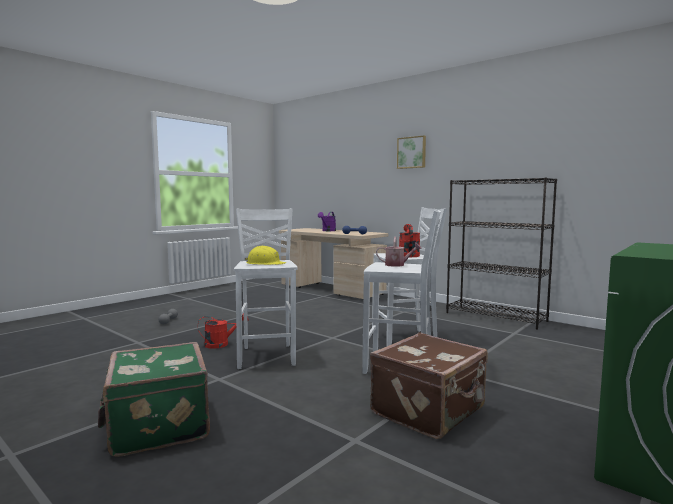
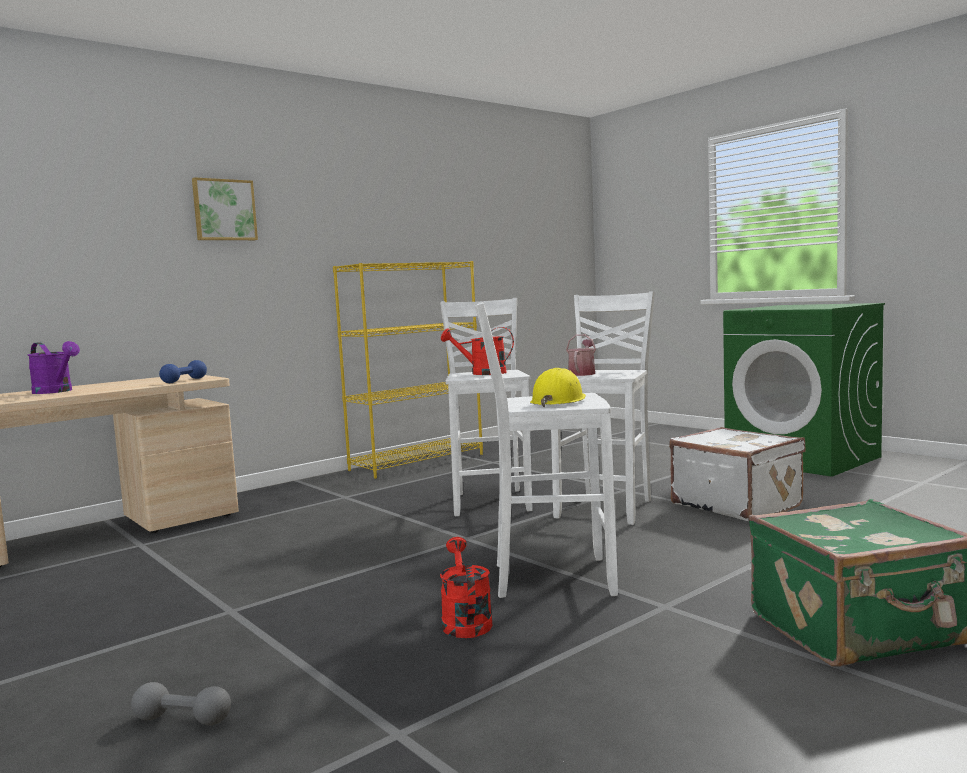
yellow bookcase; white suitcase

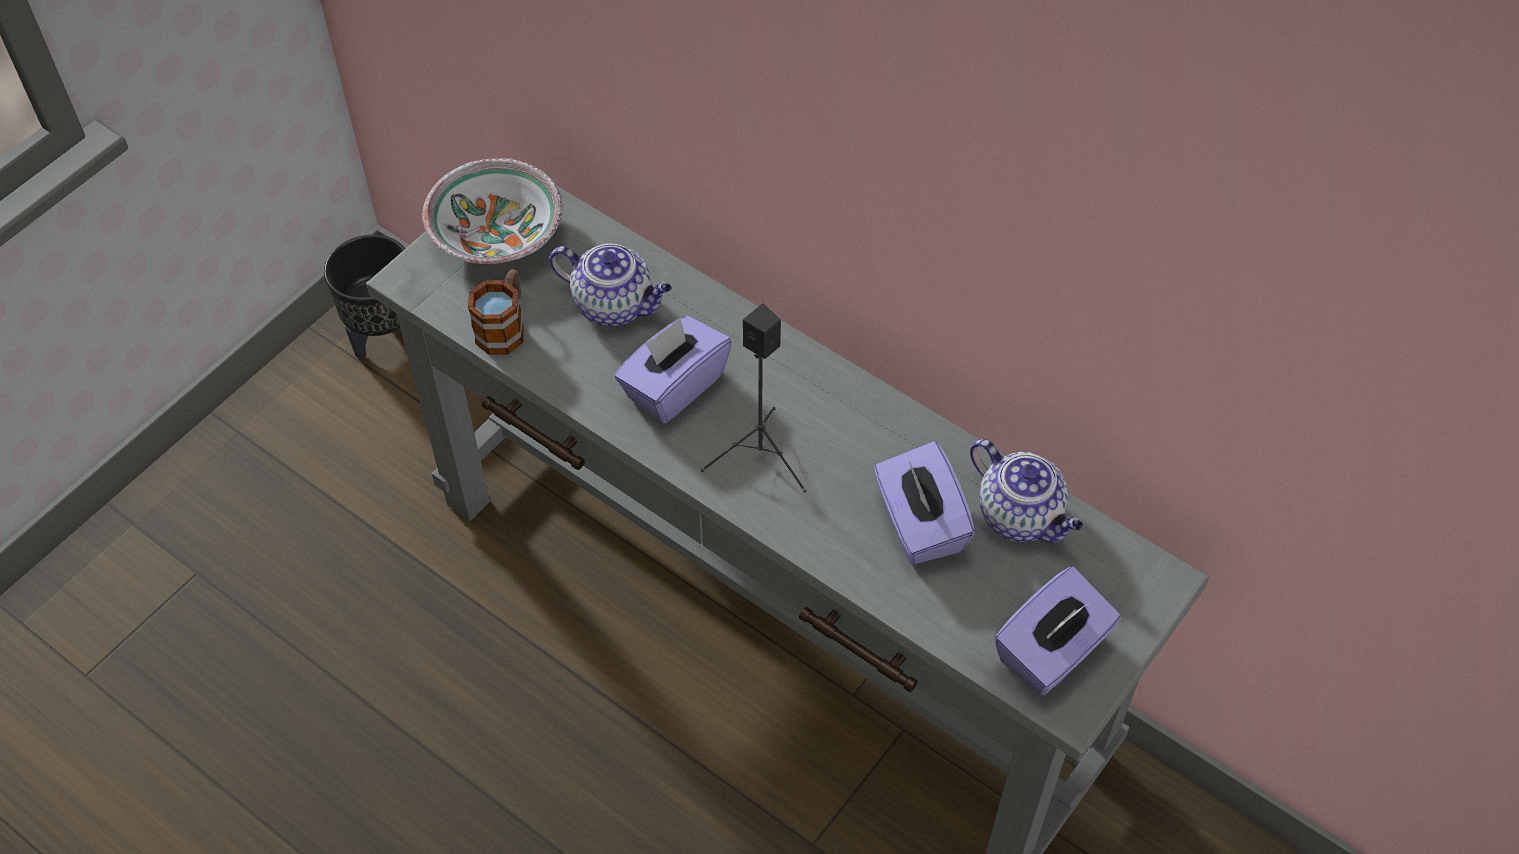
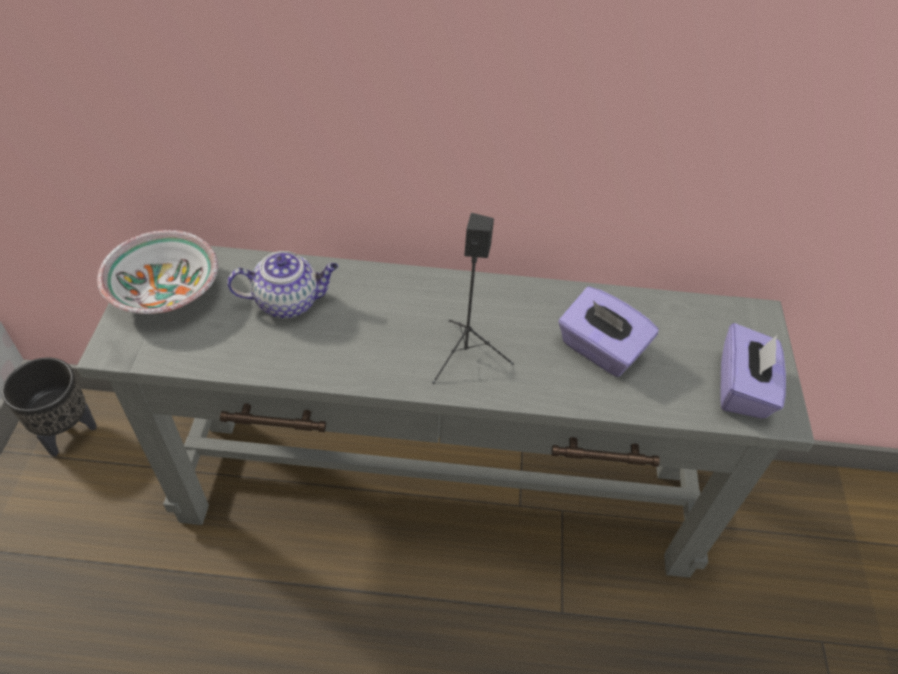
mug; purple tissue box (1st from left in the first image); teapot (2nd from left in the first image)

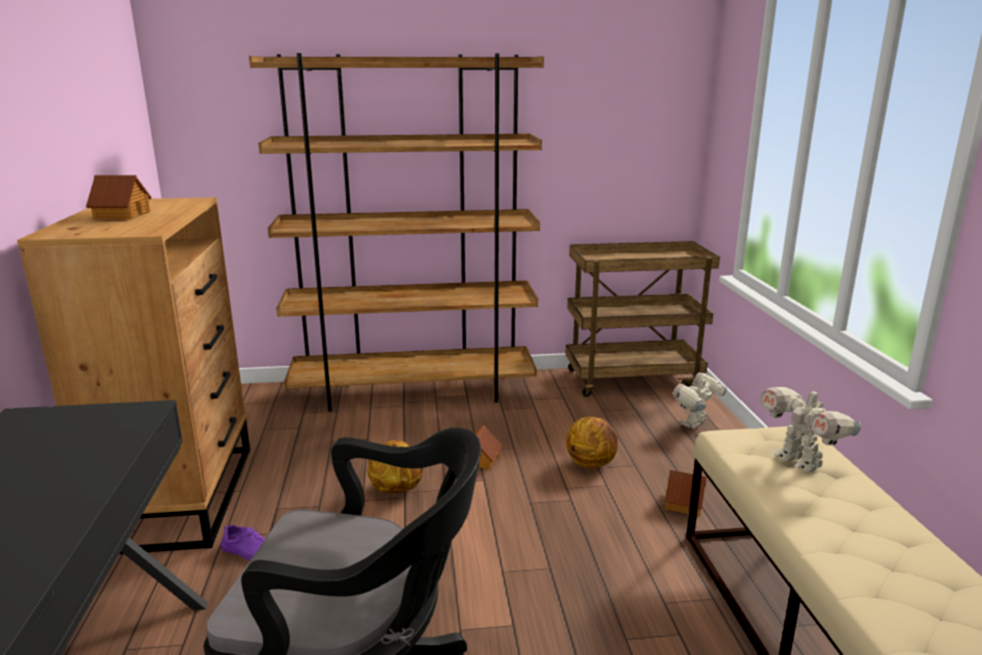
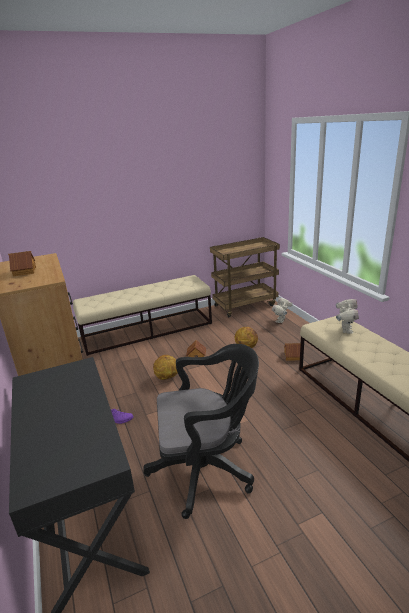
beige bench (1st from left); toy robot (2nd from left)

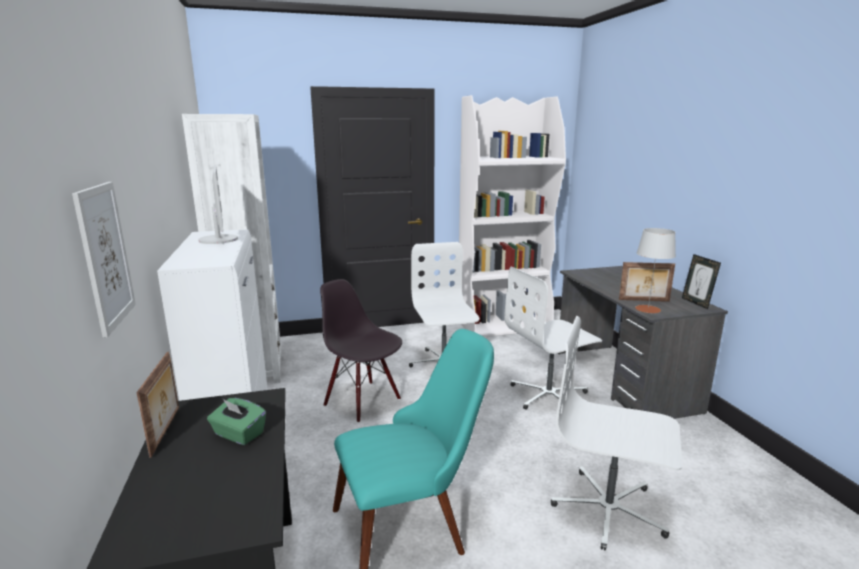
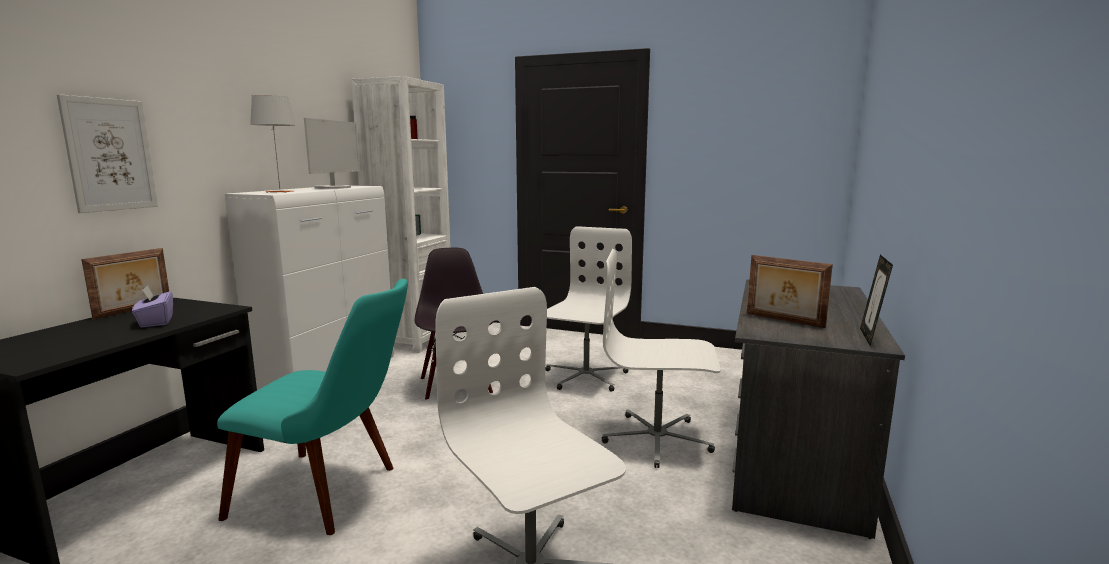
purple tissue box; grey table lamp; white bookcase (2nd from left in the first image)

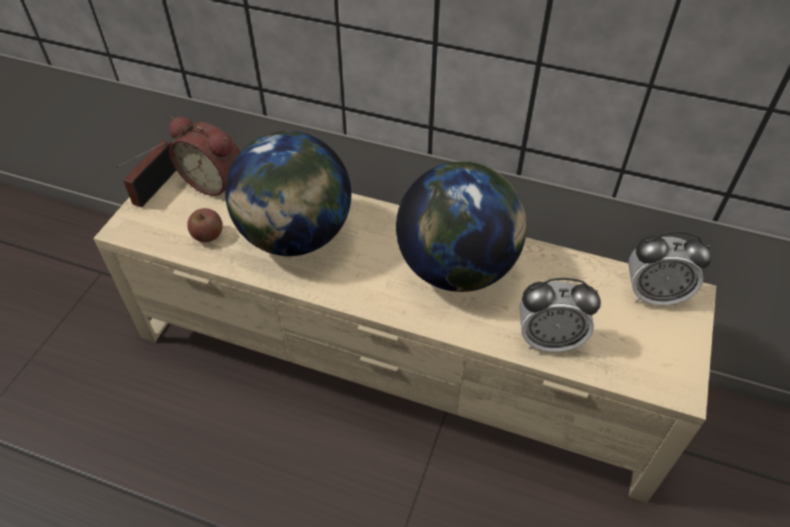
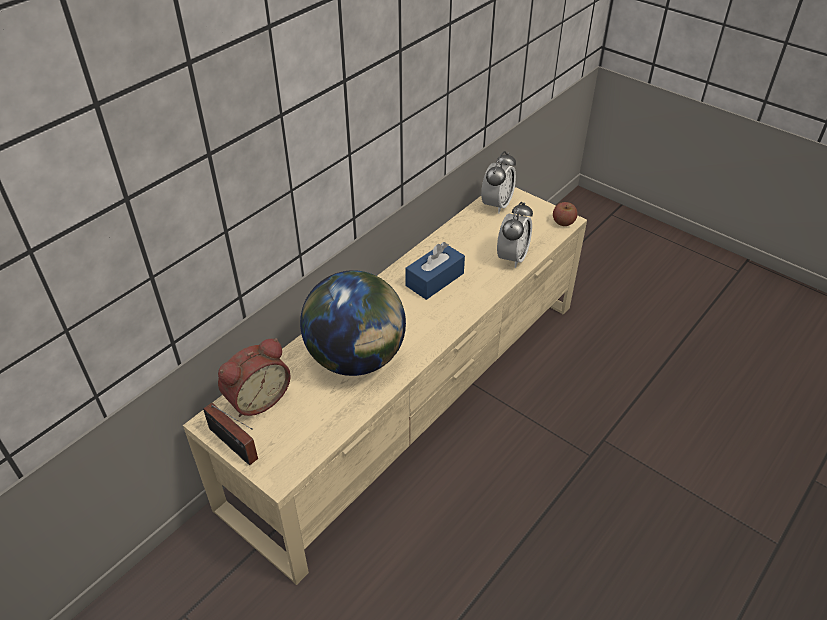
blue tissue box; apple

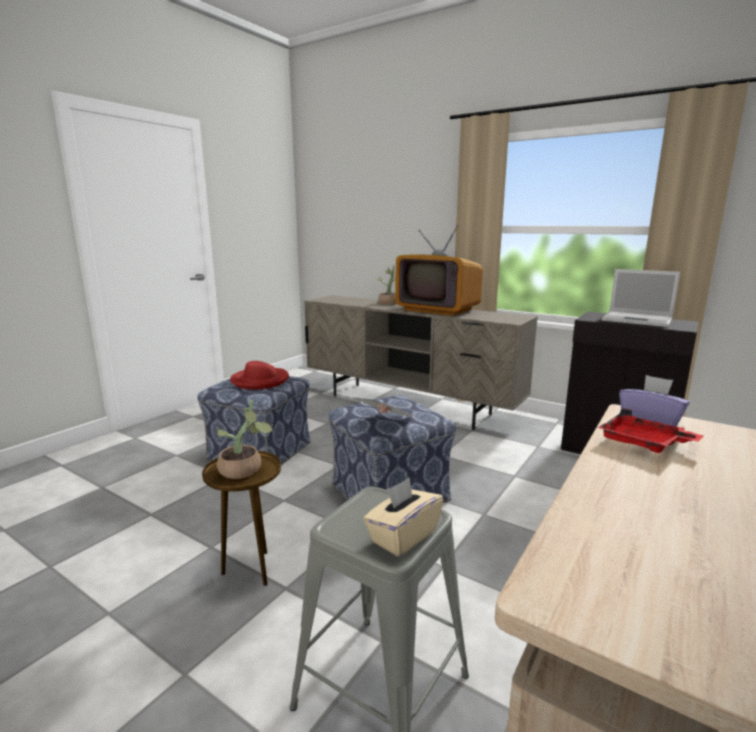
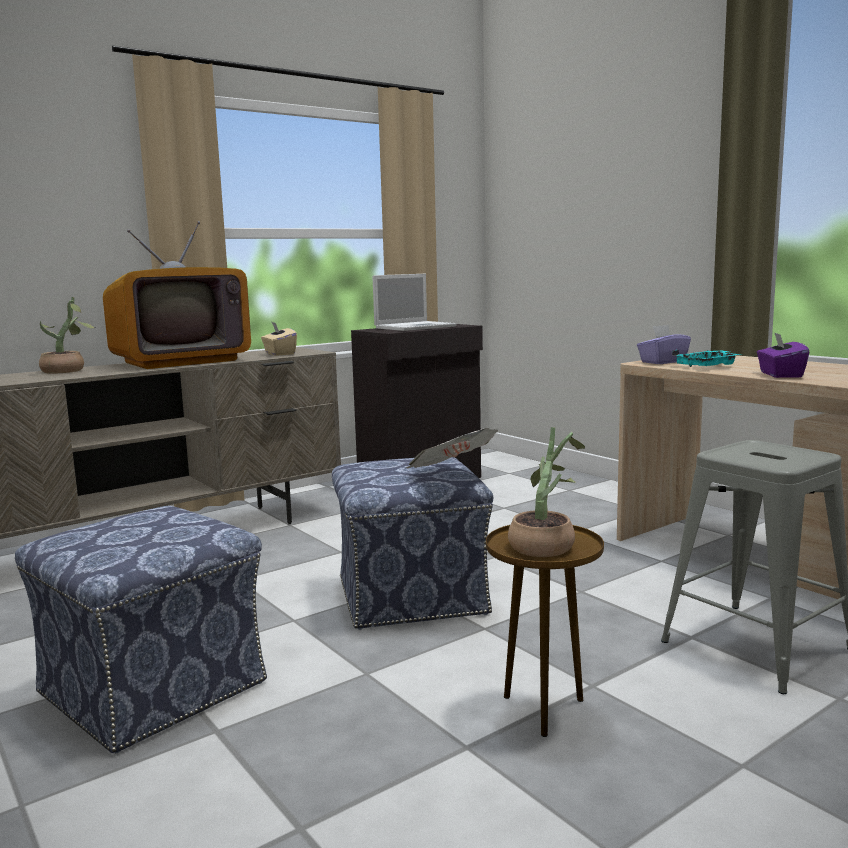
beige tissue box; turquoise tray; purple tissue box (2nd from left); red hat

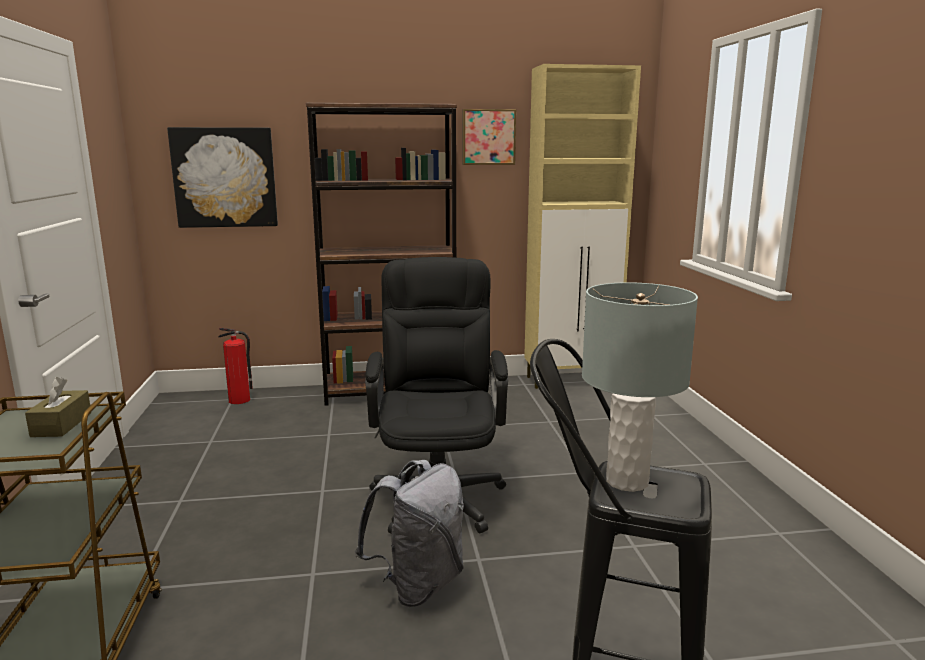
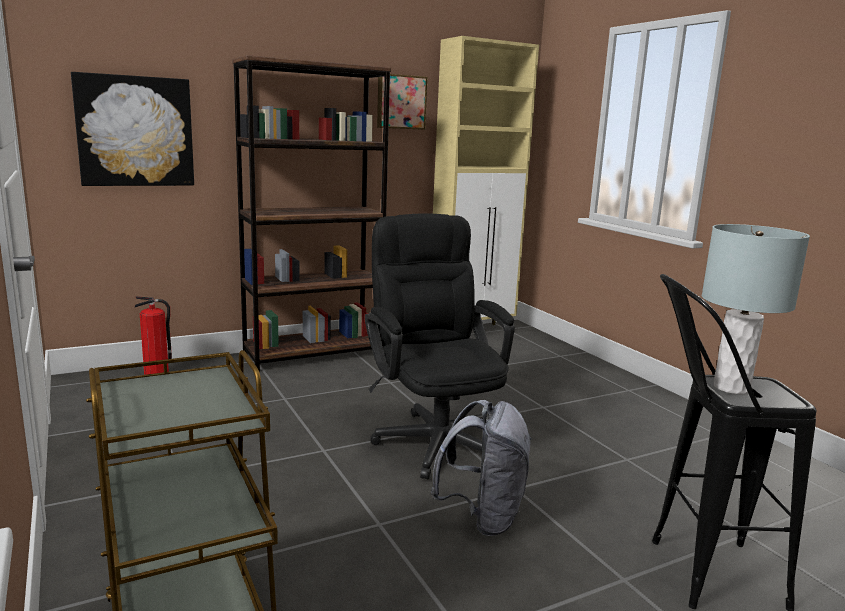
brown tissue box

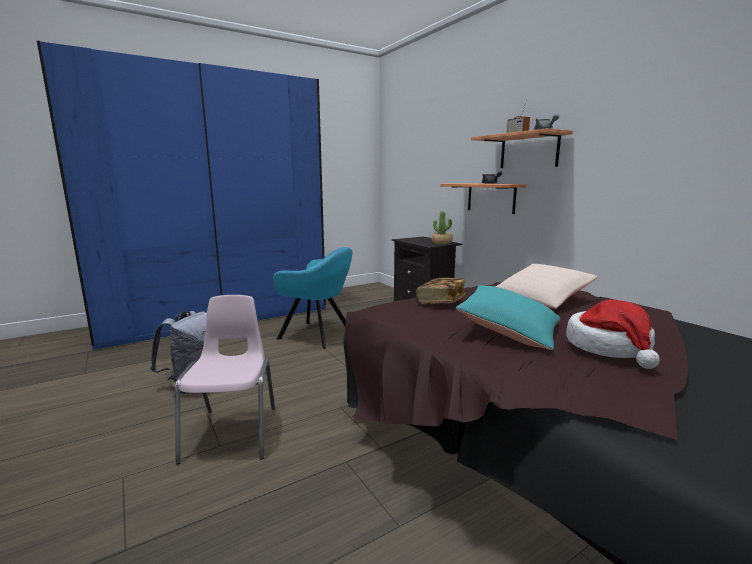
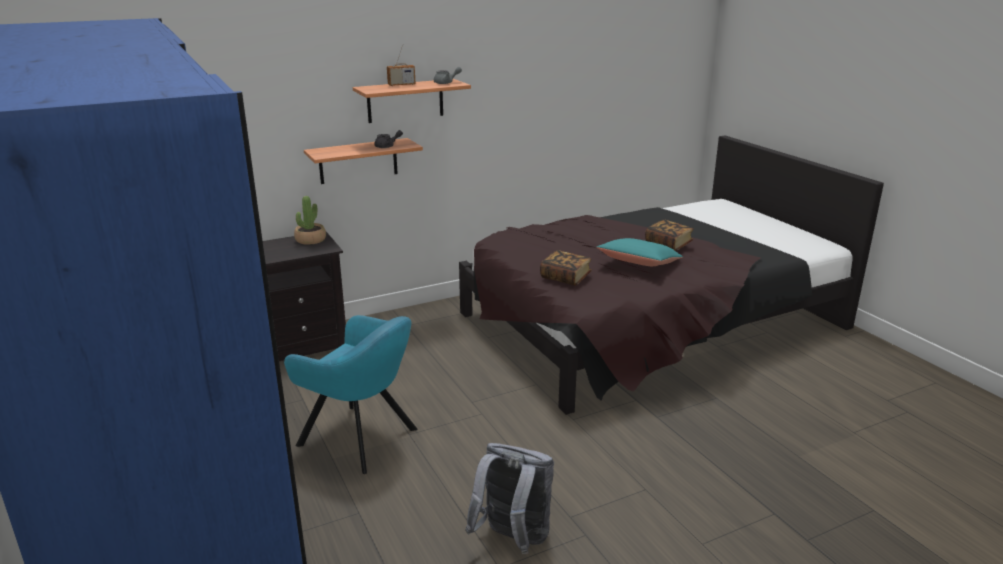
turquoise armchair; book (2nd from left); pink chair; beige pillow

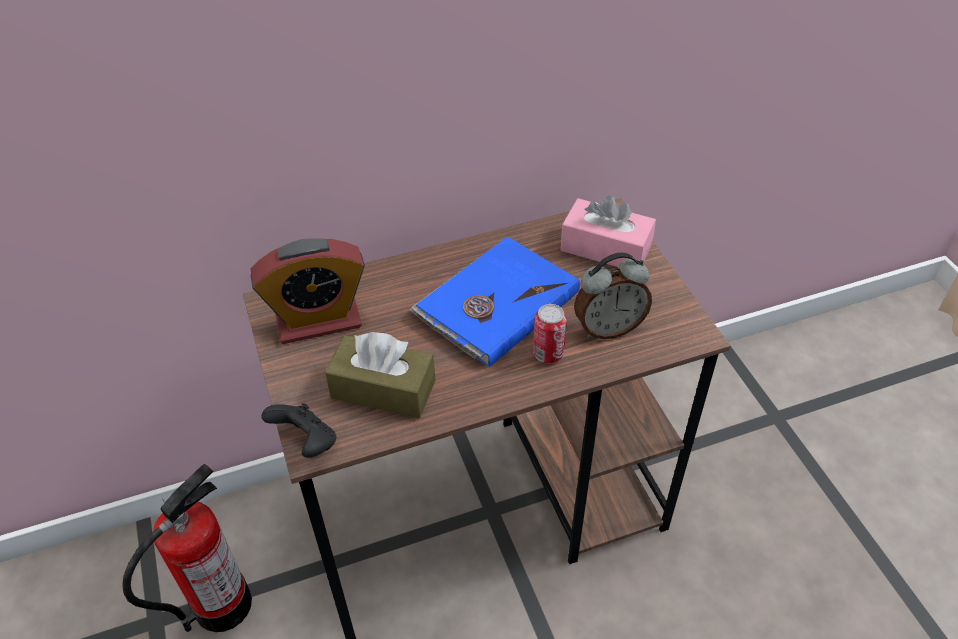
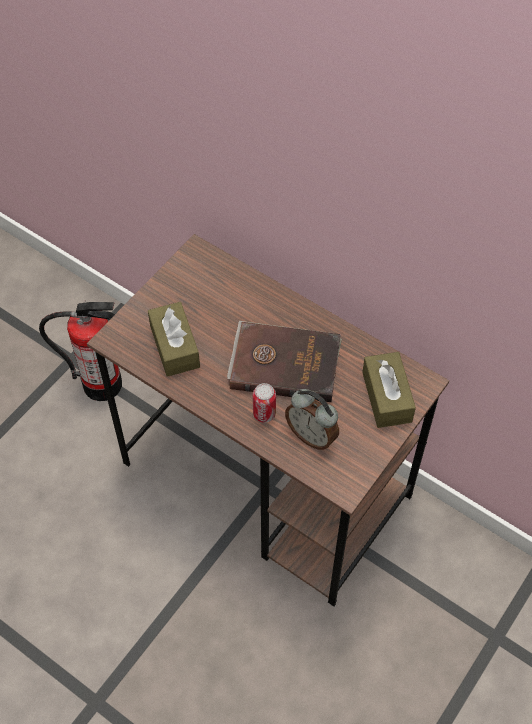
brown book; brown tissue box (2nd from left); alarm clock (1st from left in the first image); black game controller

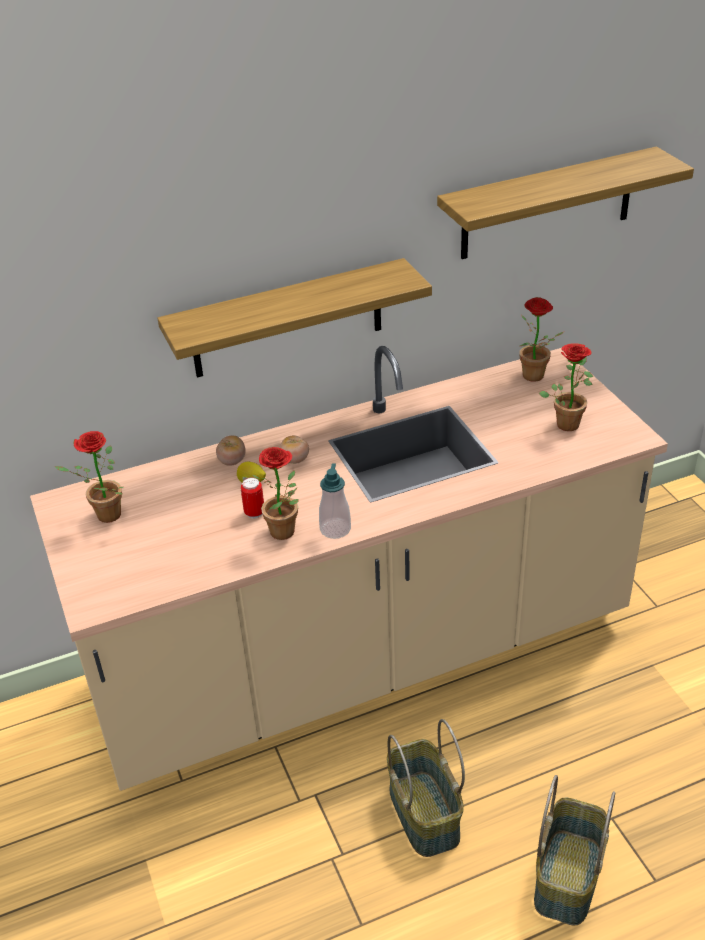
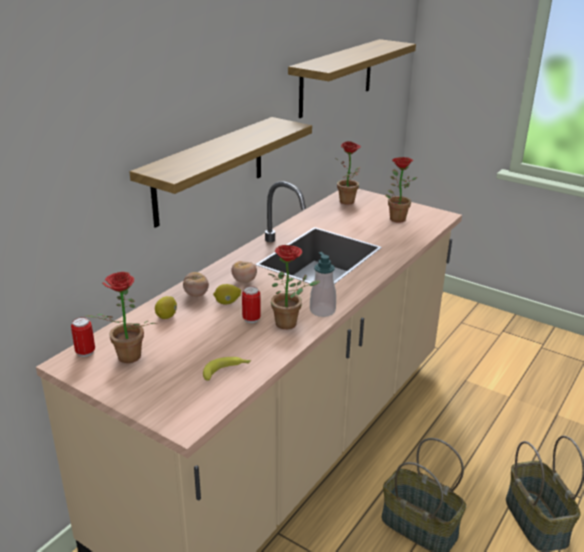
can (1st from left); lemon (1st from left); banana

